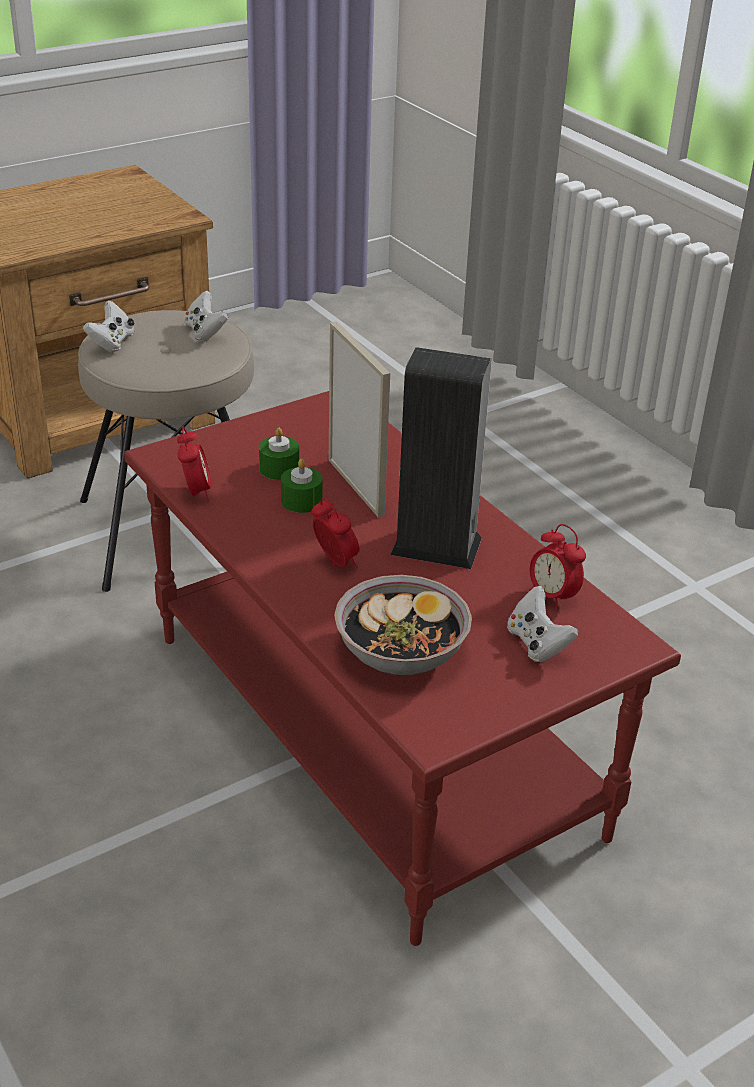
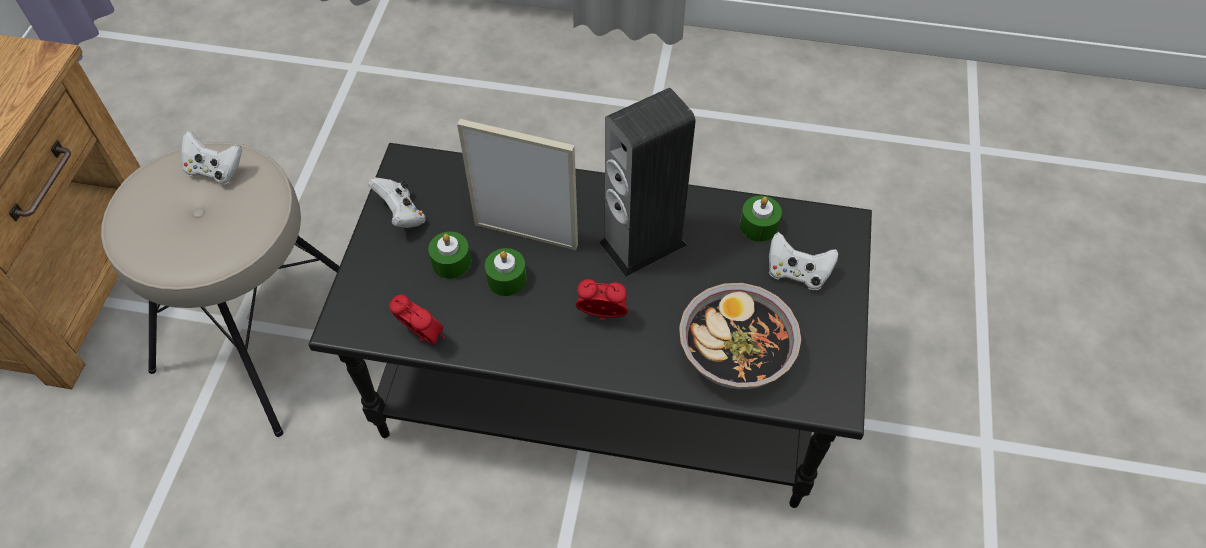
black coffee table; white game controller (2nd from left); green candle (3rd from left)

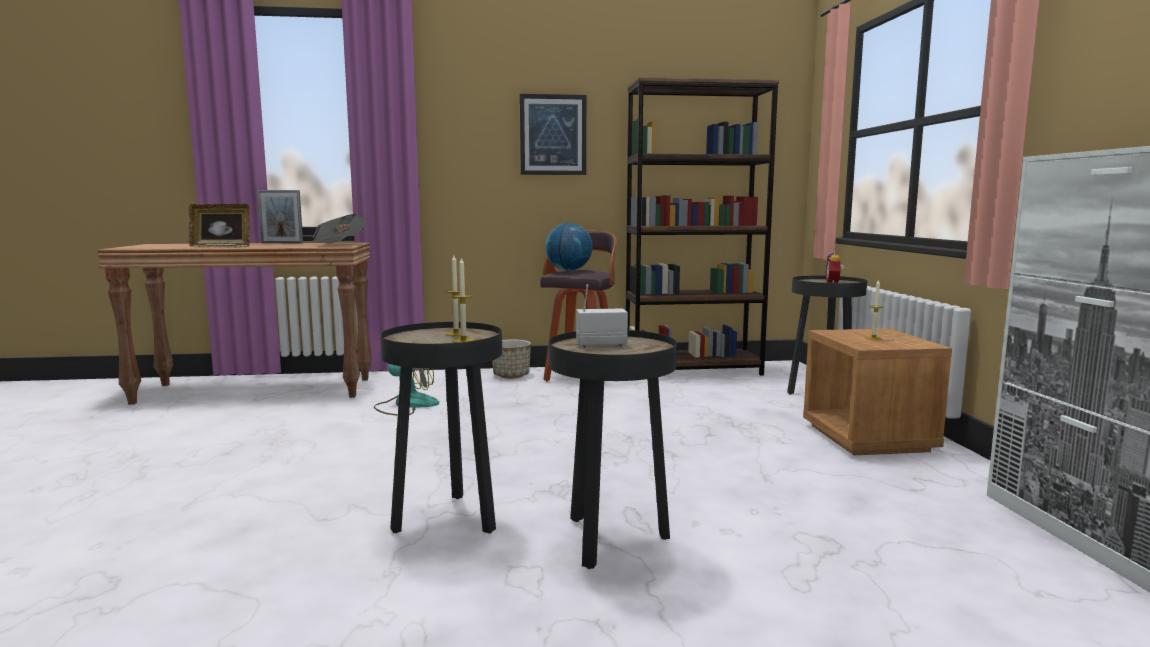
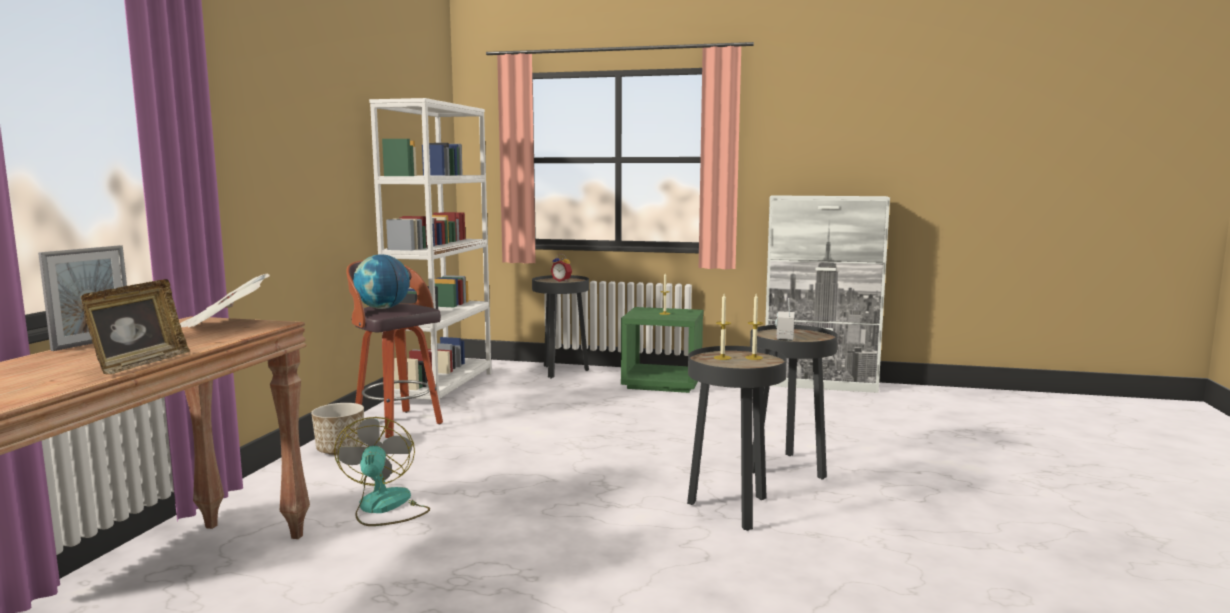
white bookcase; green nightstand; picture

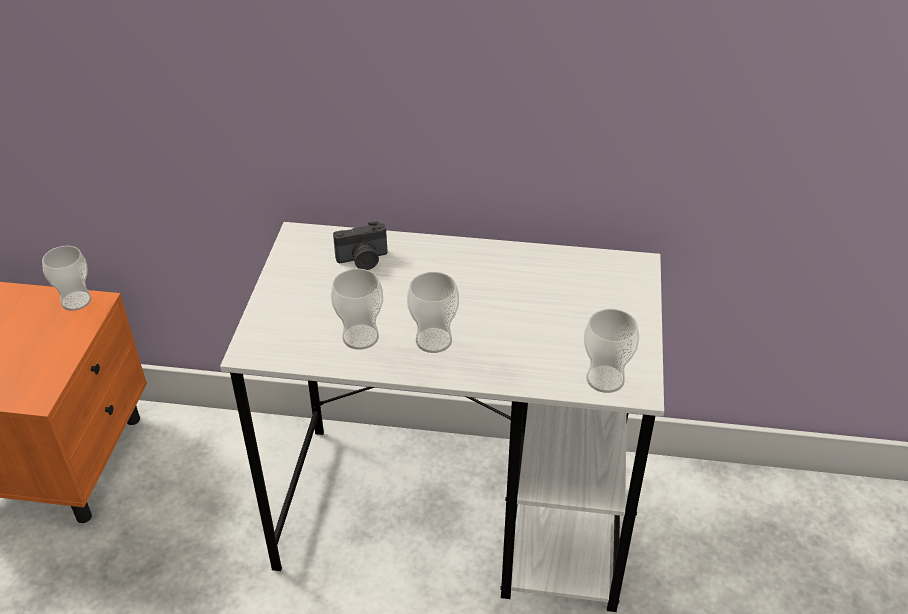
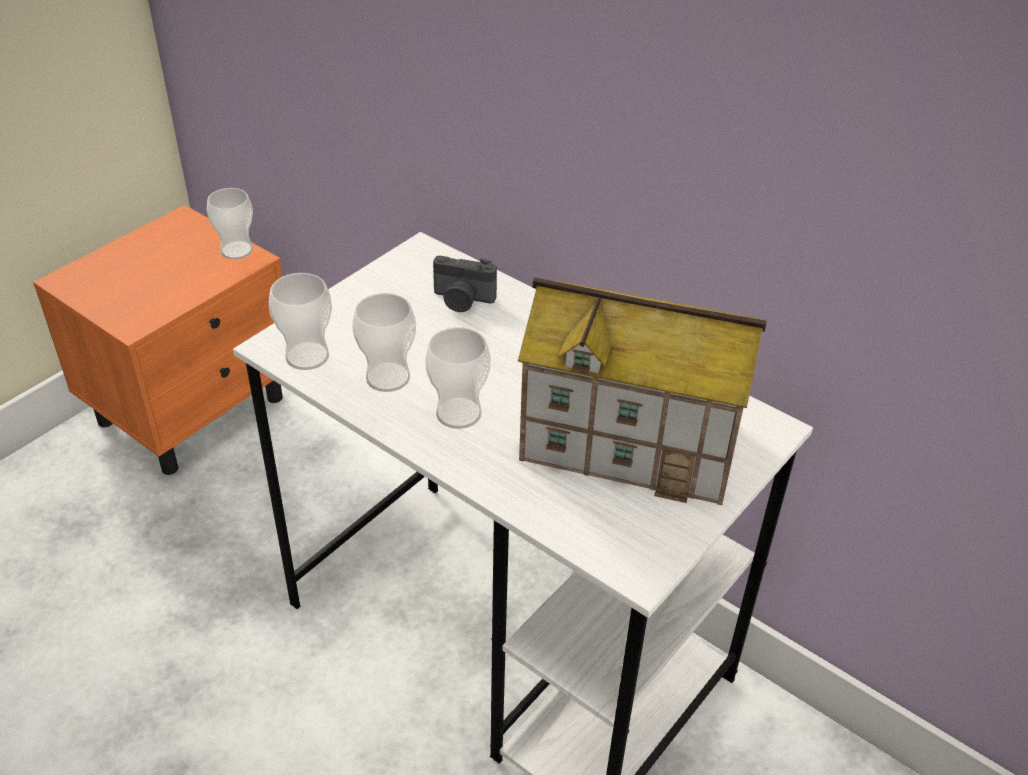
cup (2nd from left); toy house

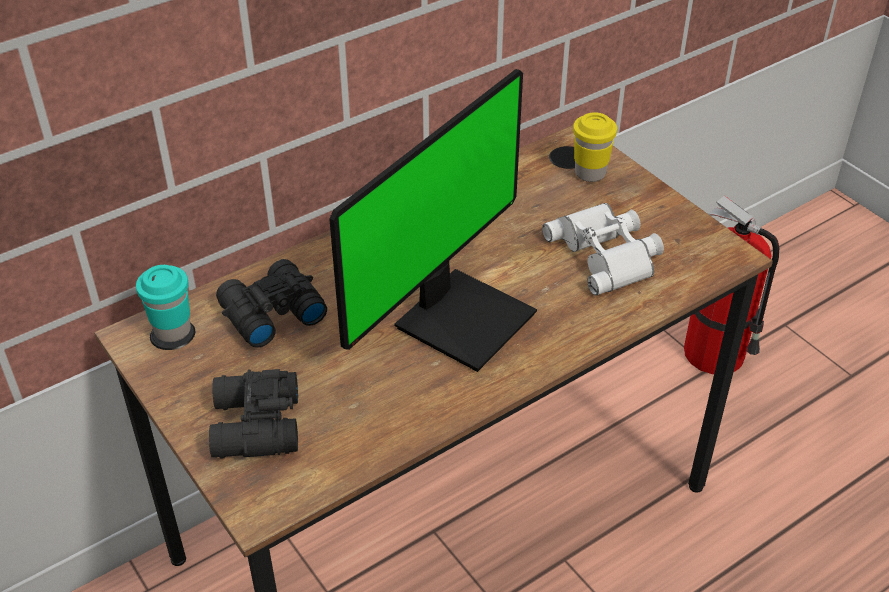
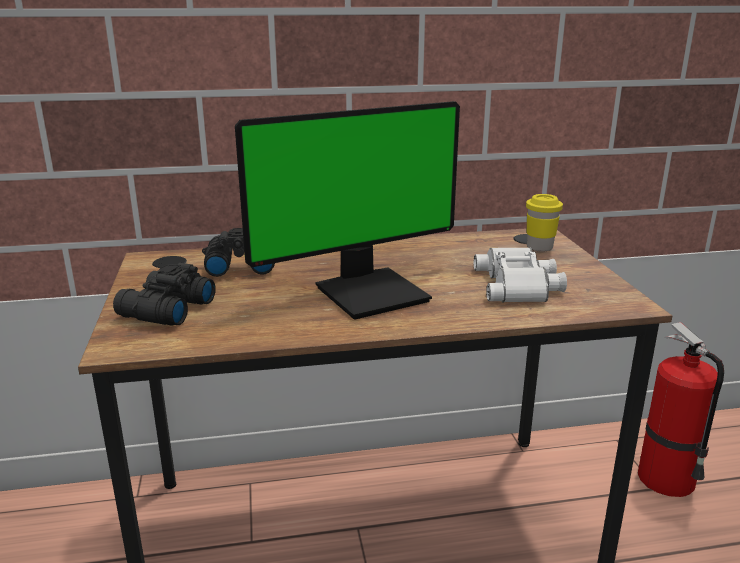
turquoise cup

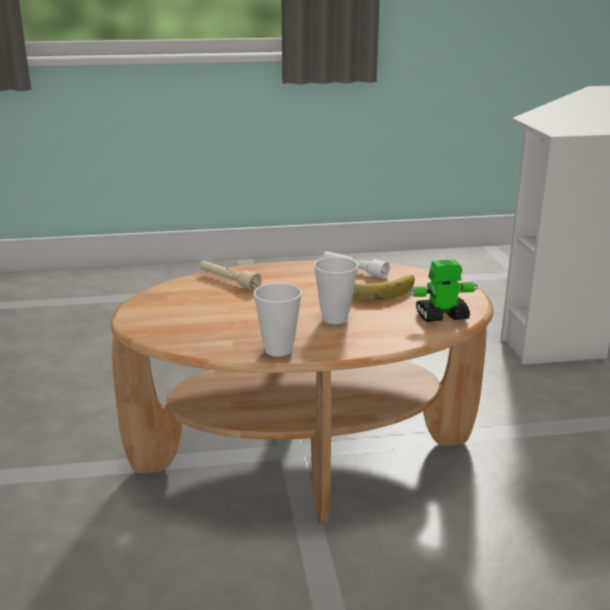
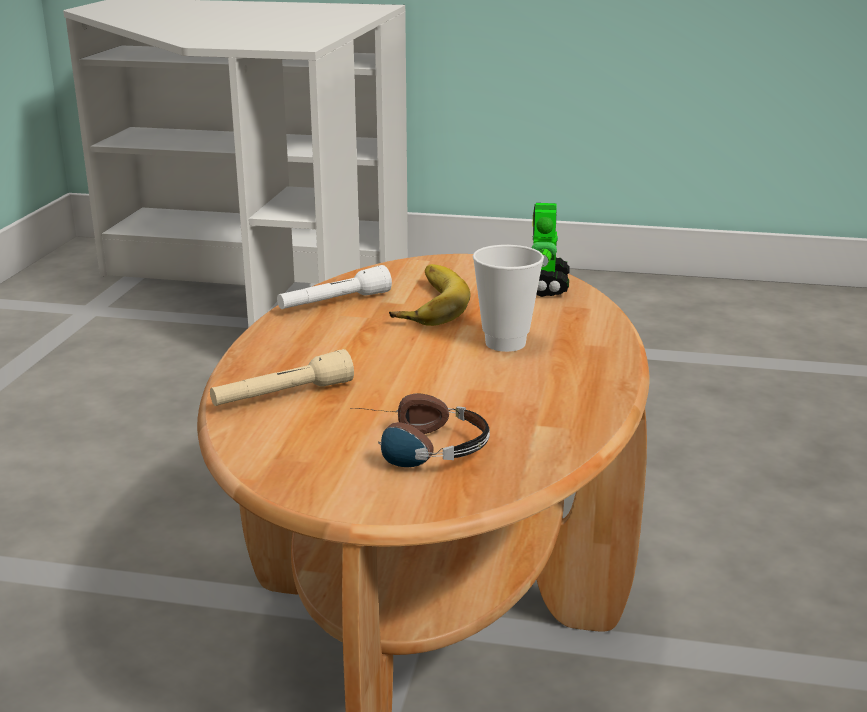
headphones; cup (1st from left in the first image)

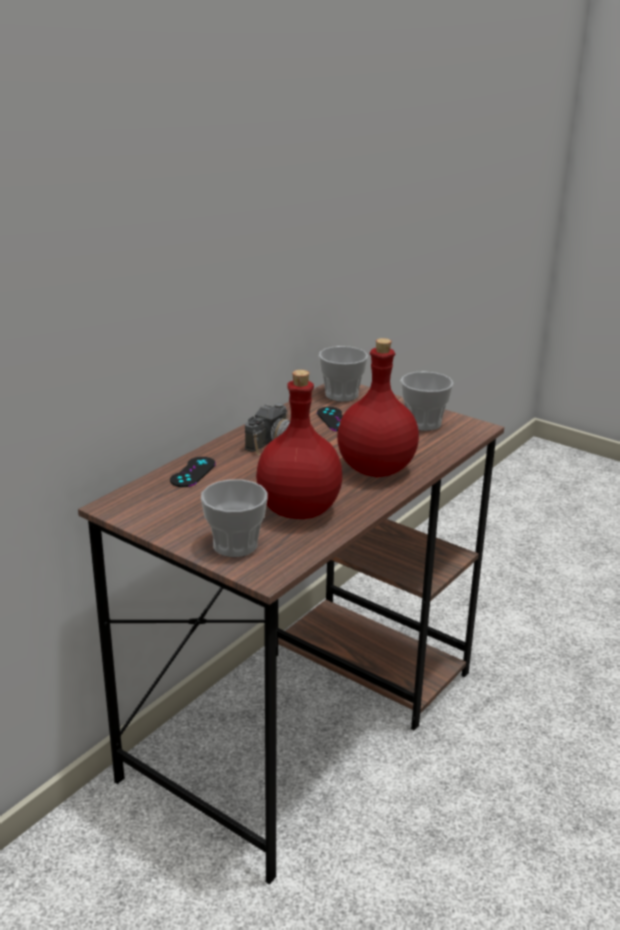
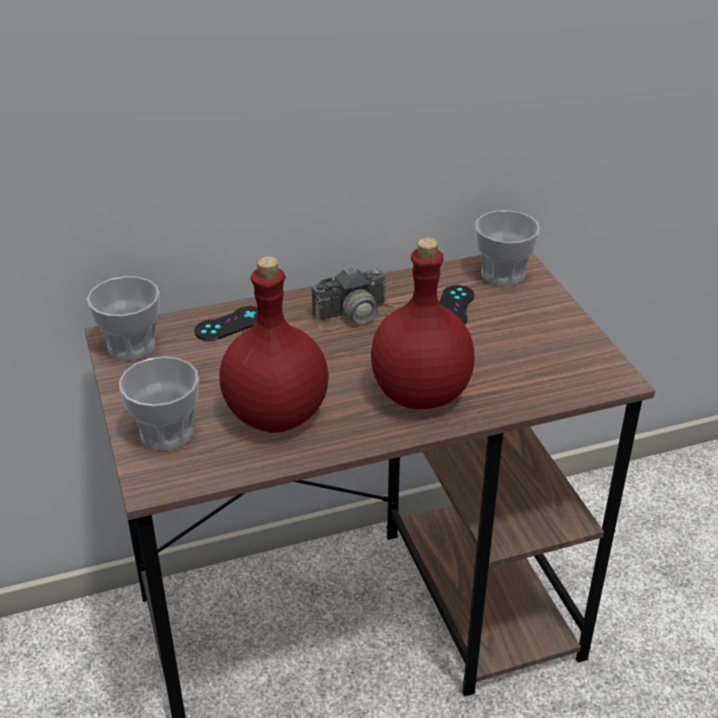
cup (1st from left)

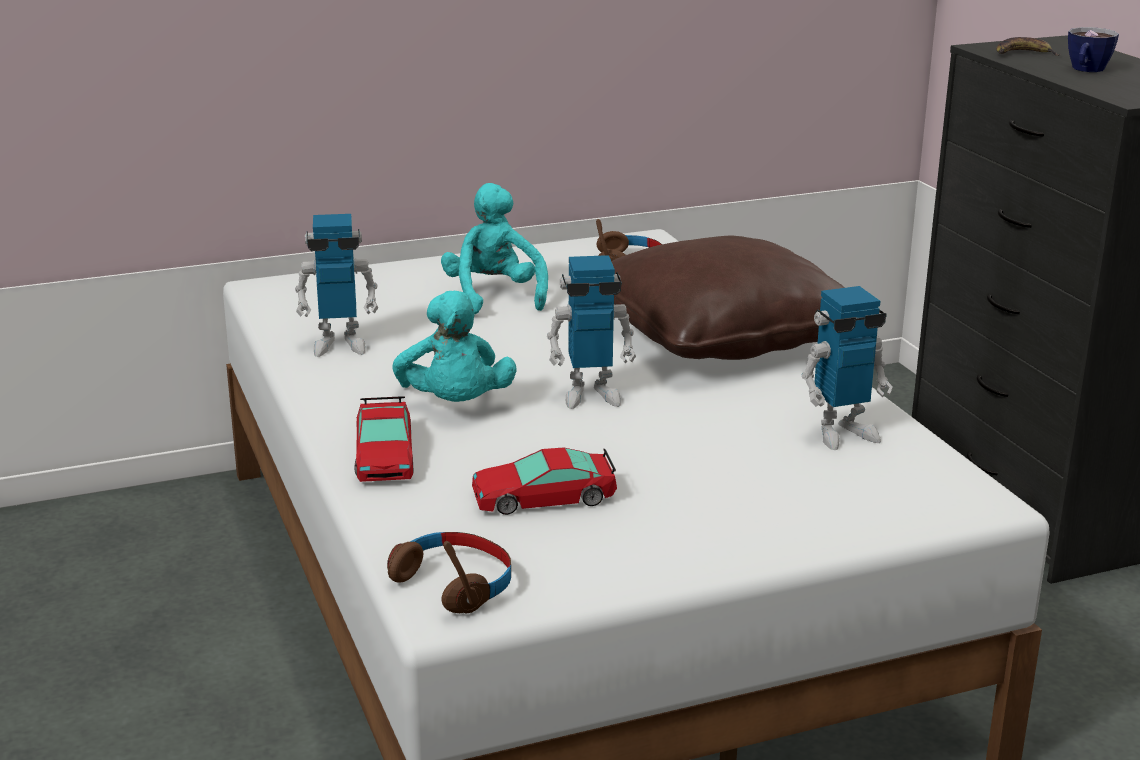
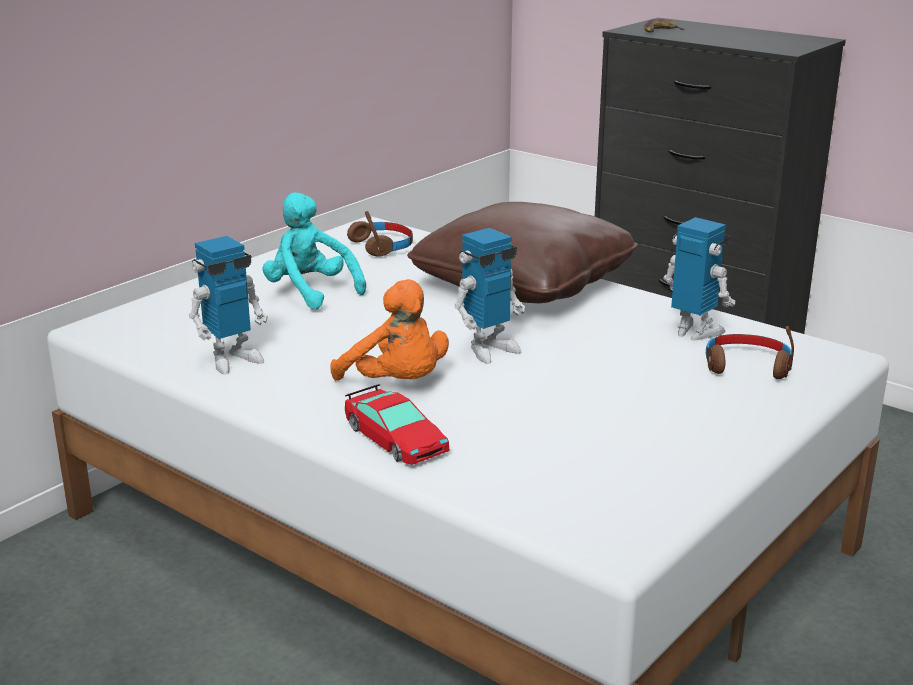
orange plush toy; toy robot (3rd from left); brown headphones (2nd from left); toy car (2nd from left in the first image); cup

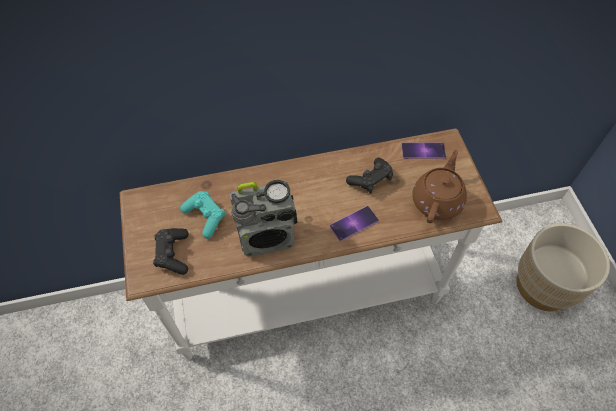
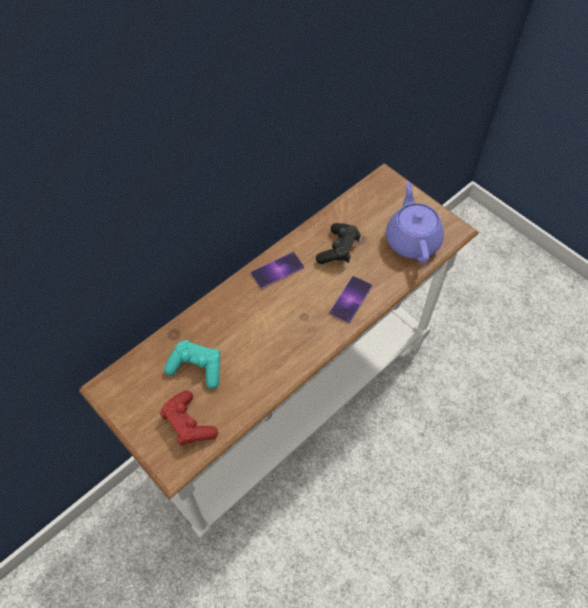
red game controller; phone (1st from left); purple teapot; radio; beige planter

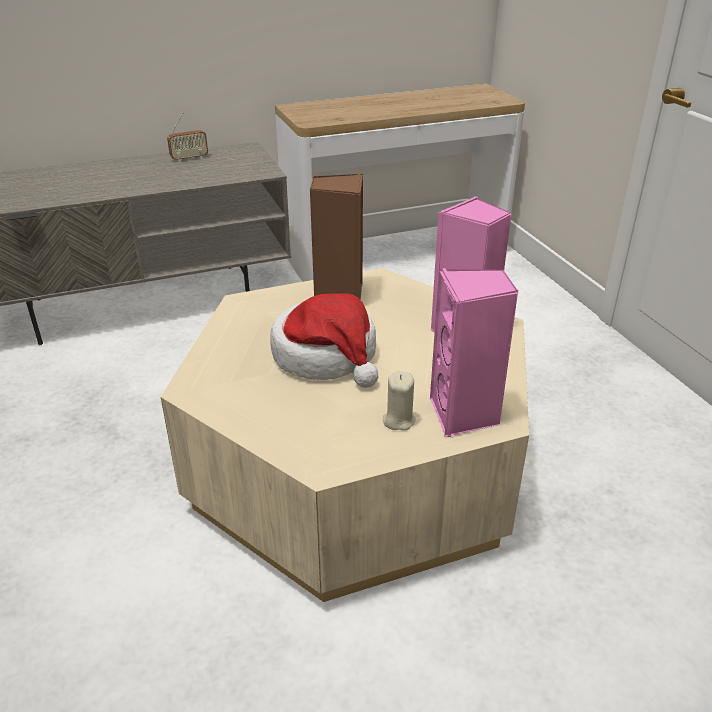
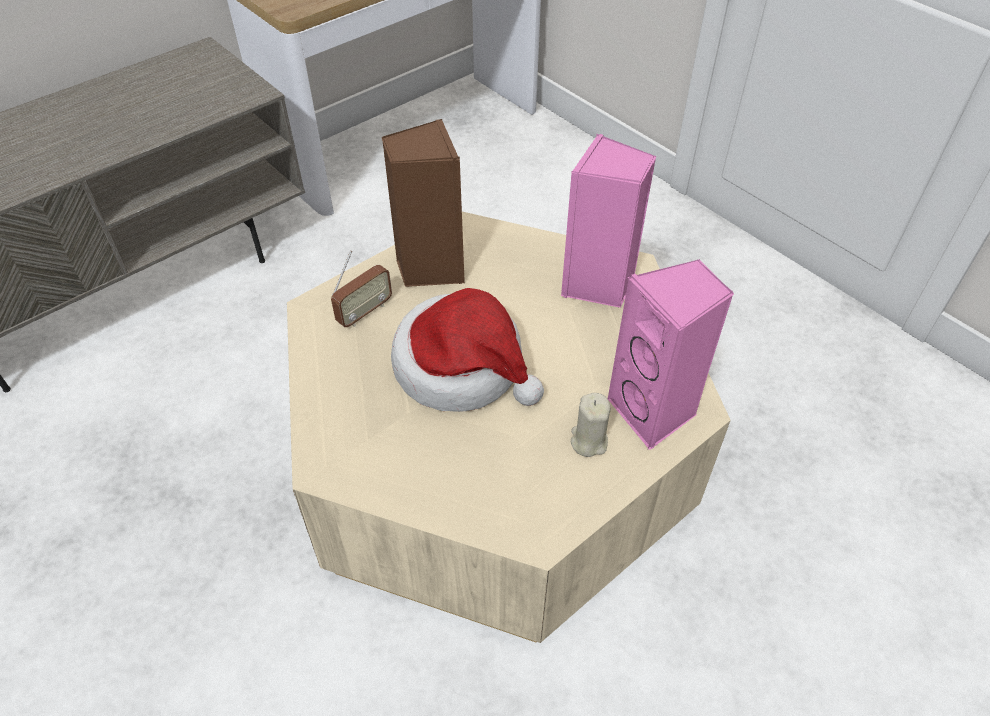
radio

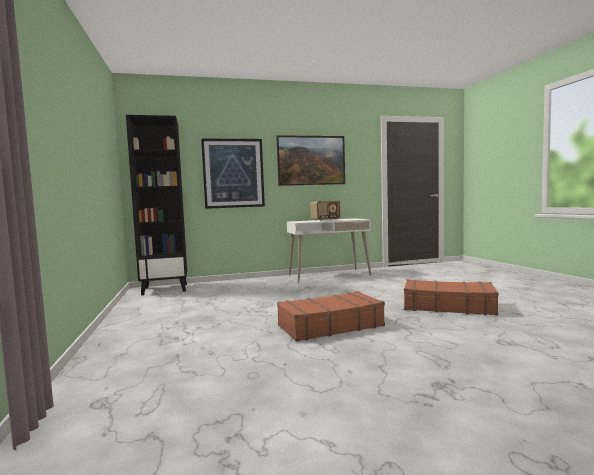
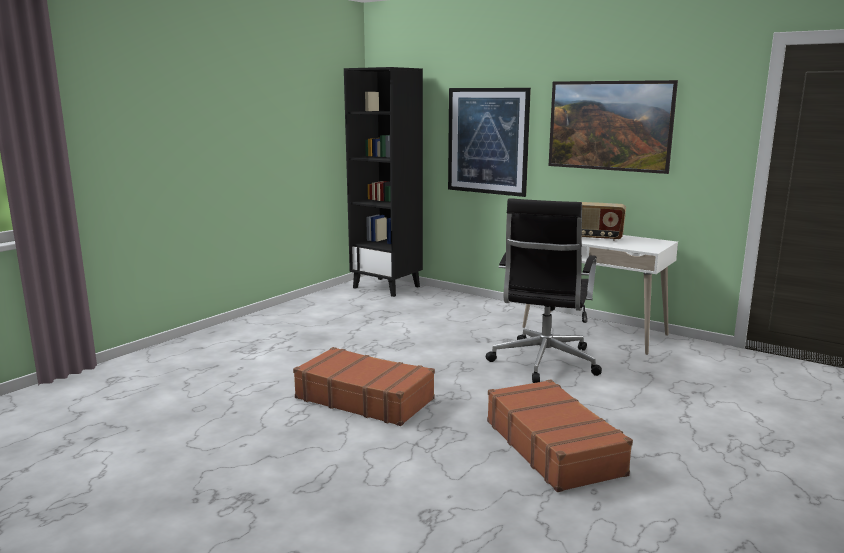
black office chair

